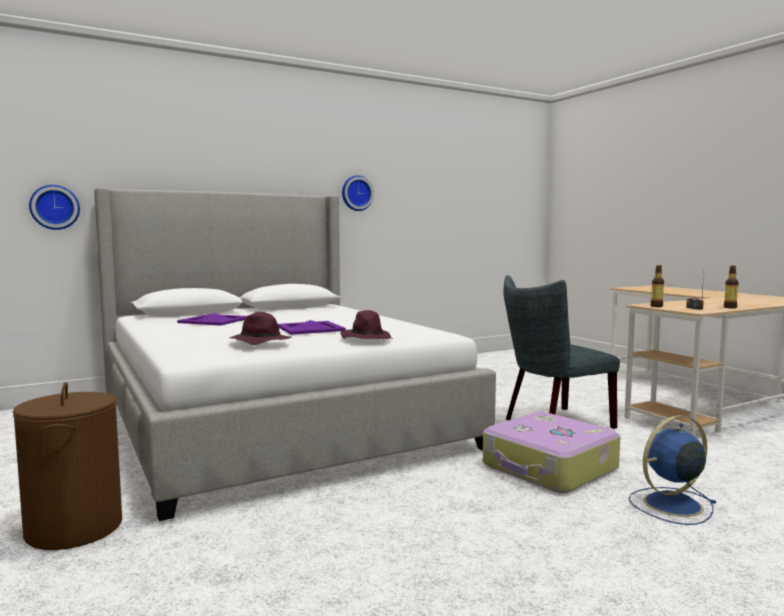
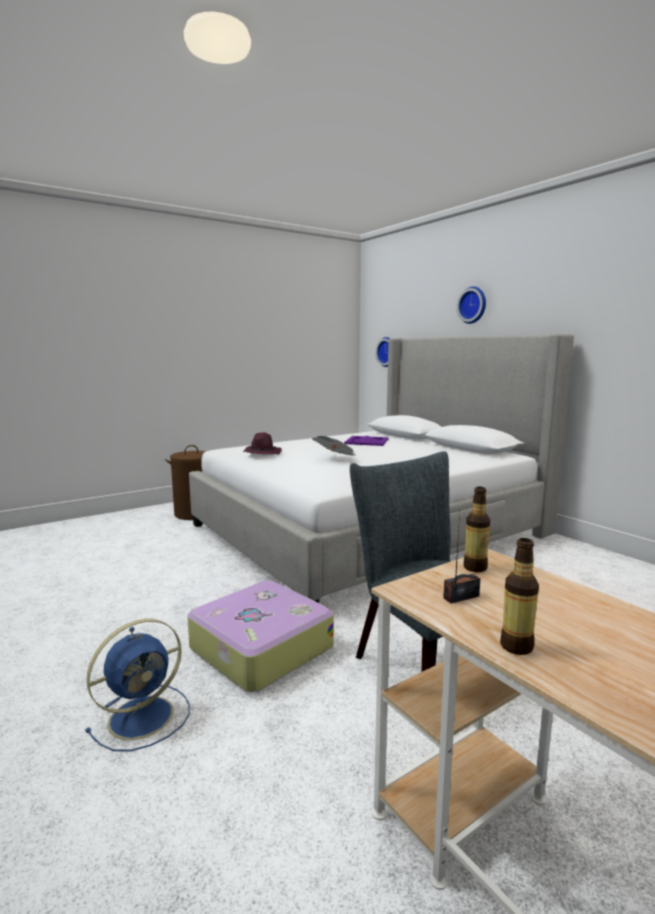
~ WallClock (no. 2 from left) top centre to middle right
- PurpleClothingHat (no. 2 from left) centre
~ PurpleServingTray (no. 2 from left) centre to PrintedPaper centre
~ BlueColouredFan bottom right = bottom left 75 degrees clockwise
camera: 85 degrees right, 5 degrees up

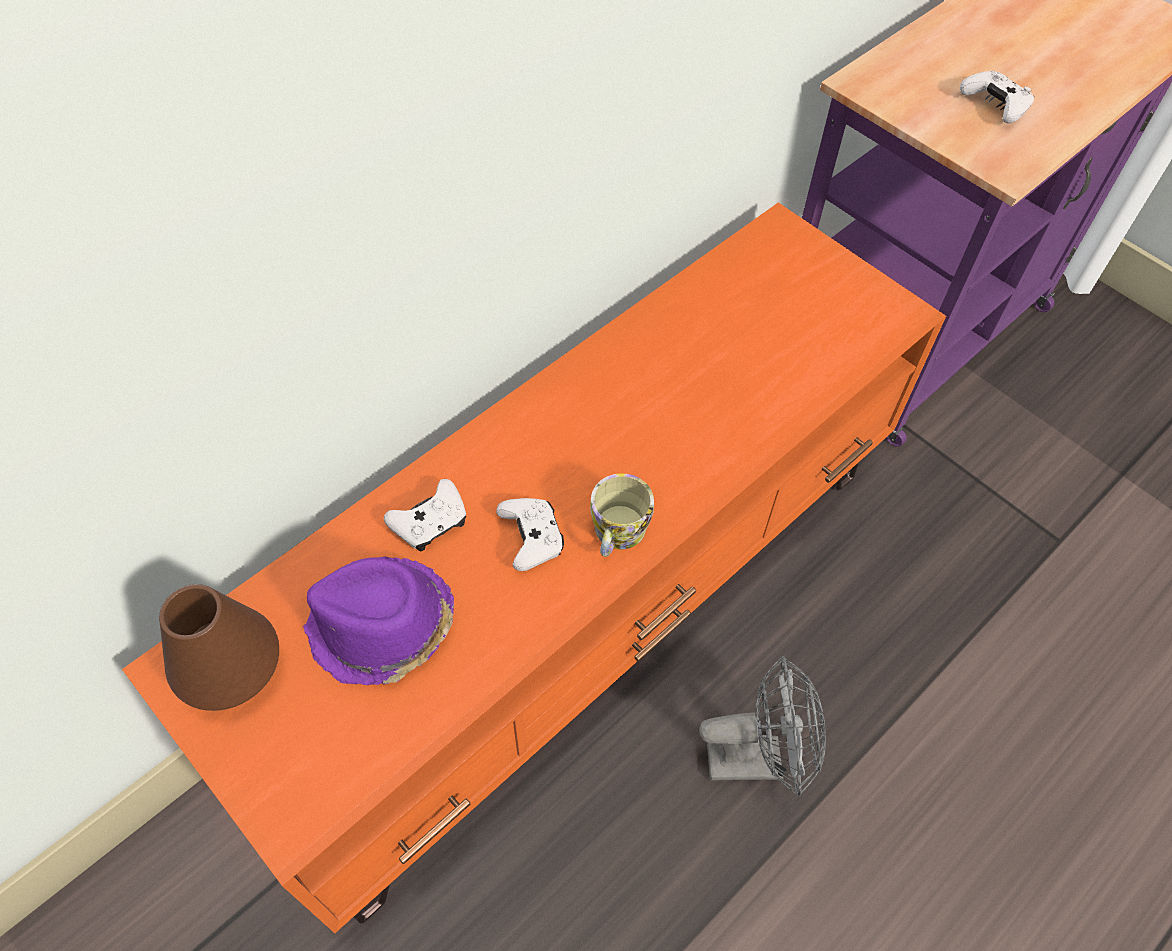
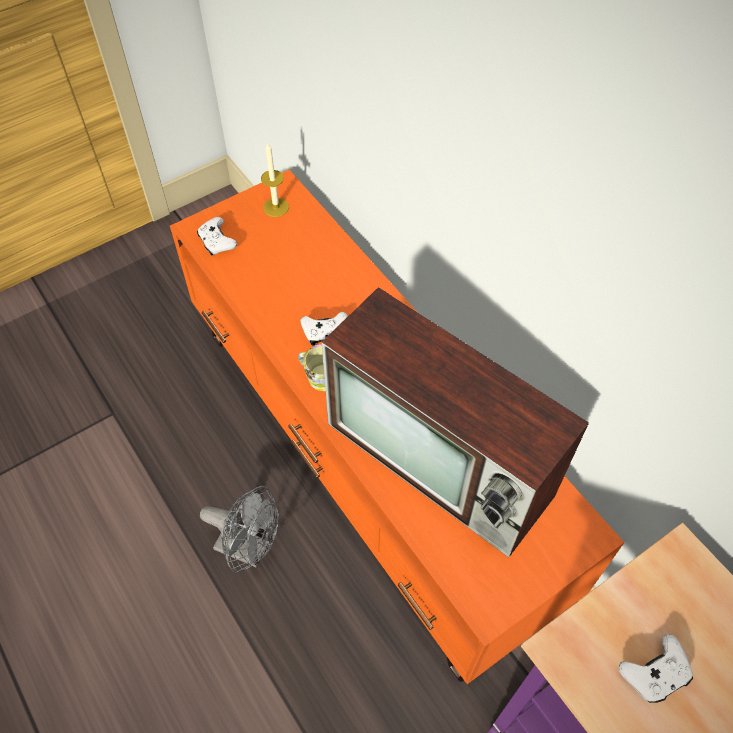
~ WhiteJoypad (no. 1 from left) centre to top left
- PurpleClothingHat middle left
~ BrownishVase bottom left to Candle top centre
~ GrayFan bottom centre = bottom left 75 degrees counterclockwise
+ Television centre
camera: 100 degrees right, 0 degrees up

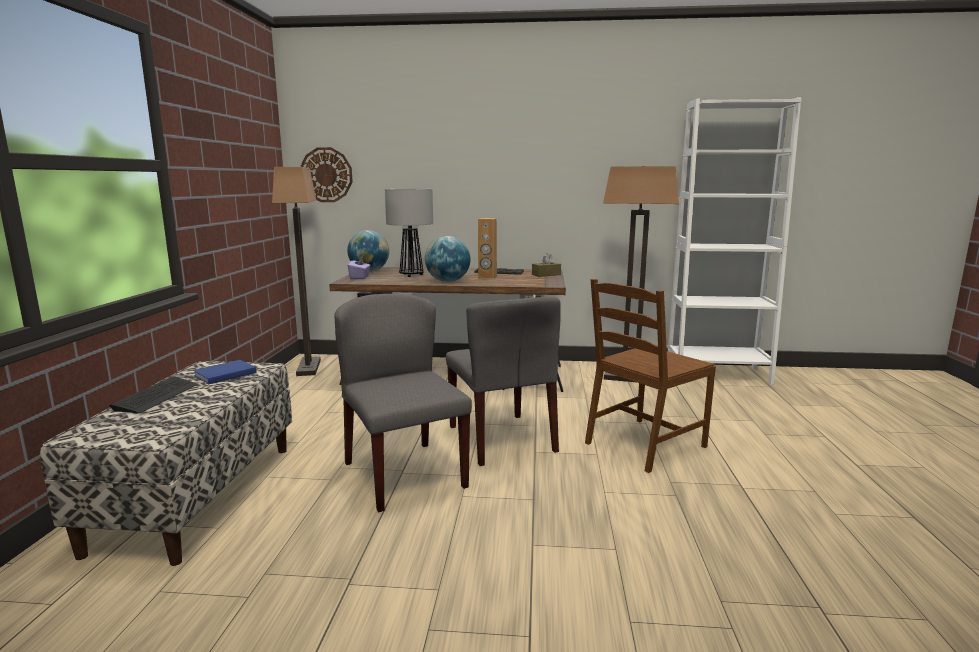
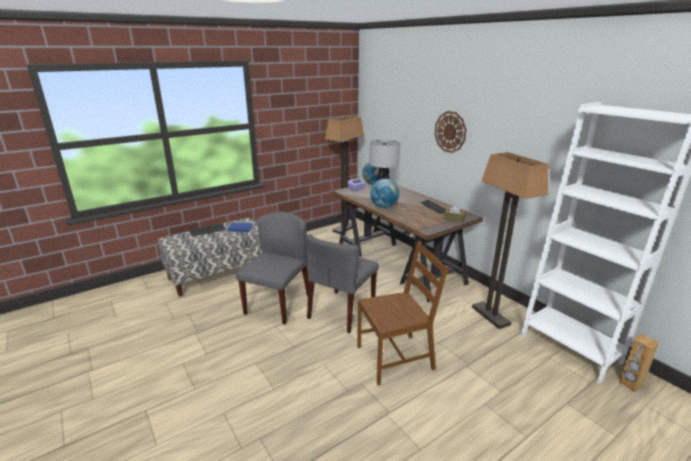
~ WallClock top left to top centre
~ BrownishAudioSpeaker centre to bottom right
~ BrownishUprightChair centre = bottom centre 150 degrees clockwise
camera: 50 degrees right, 10 degrees up

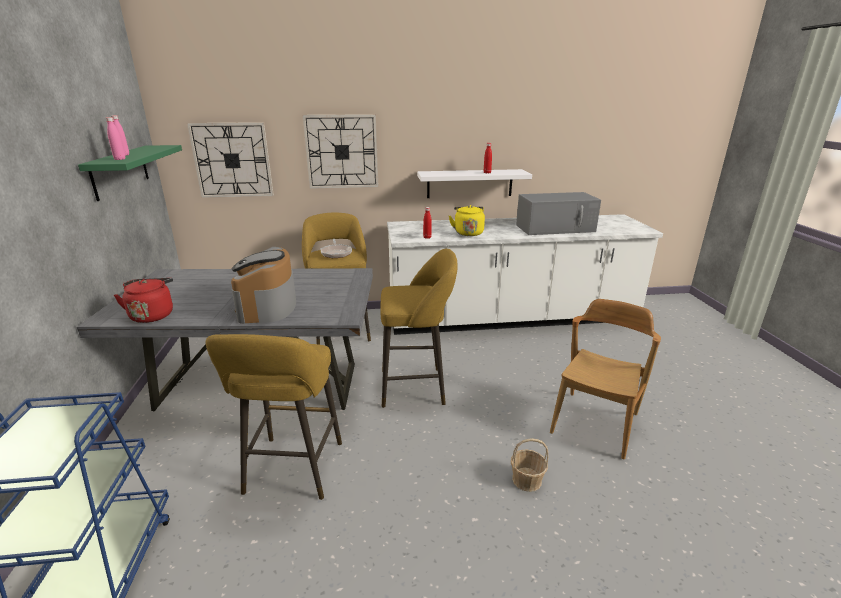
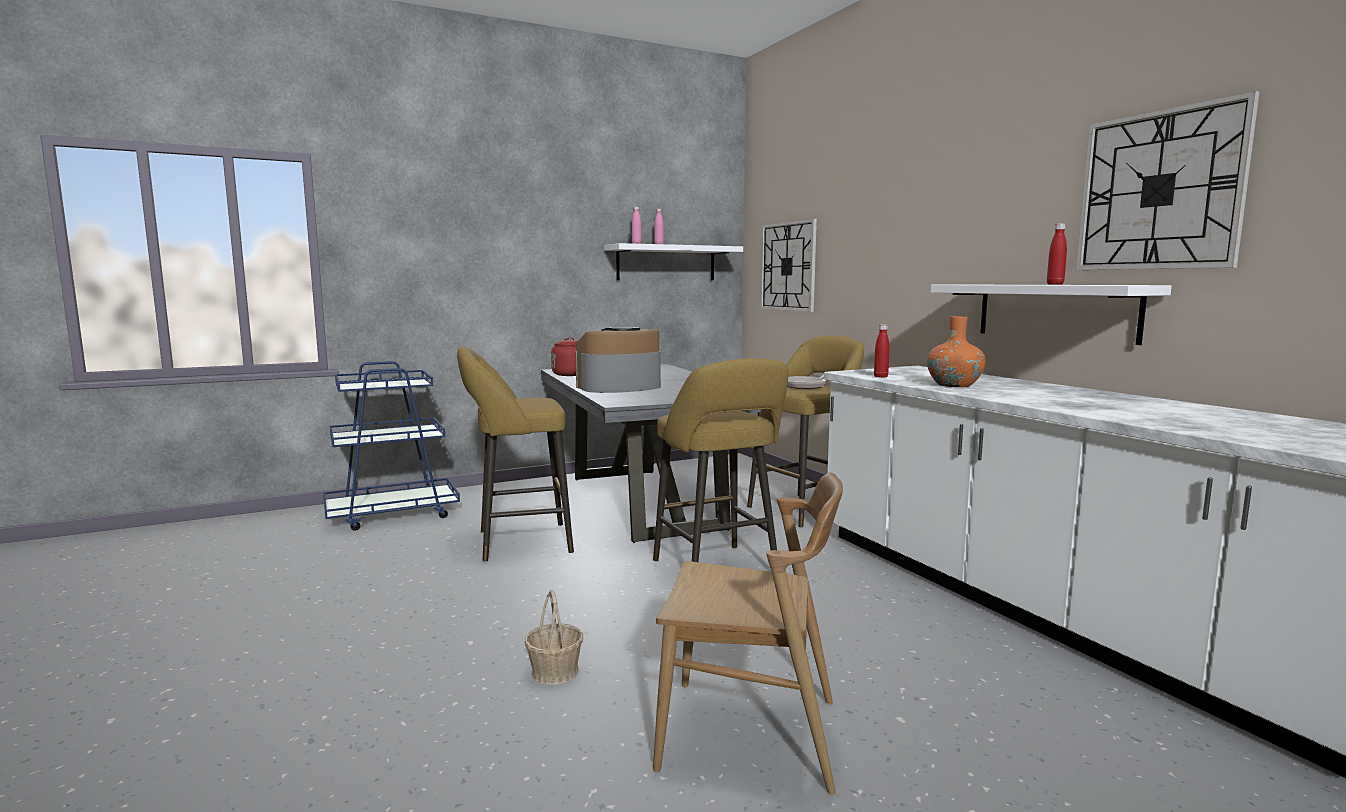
~ WallClock (no. 2 from left) top centre to top right
~ GreenColouredBracketShelf top left to WhiteBracketShelf (no. 1 from left) top centre
- GrayMicrowaveOven centre
~ YellowishKettle centre to OrangeColouredVase middle right
camera: 70 degrees right, 15 degrees down

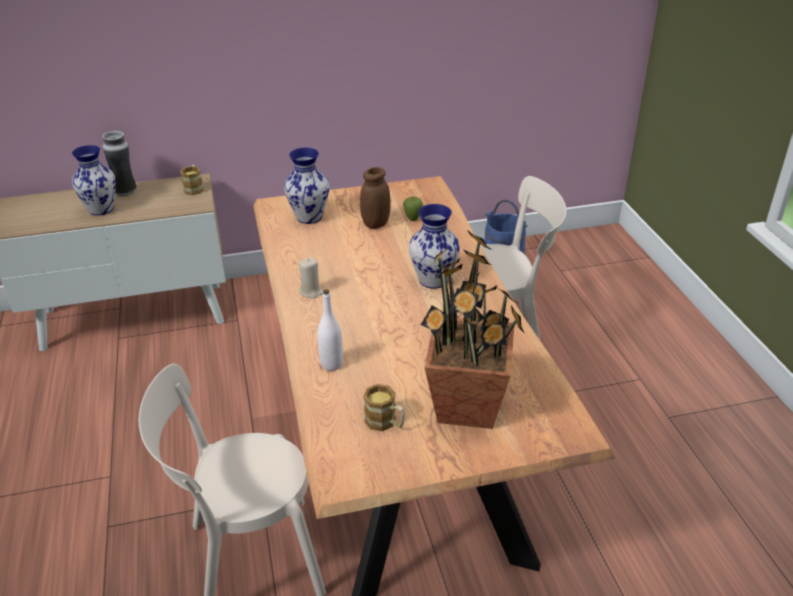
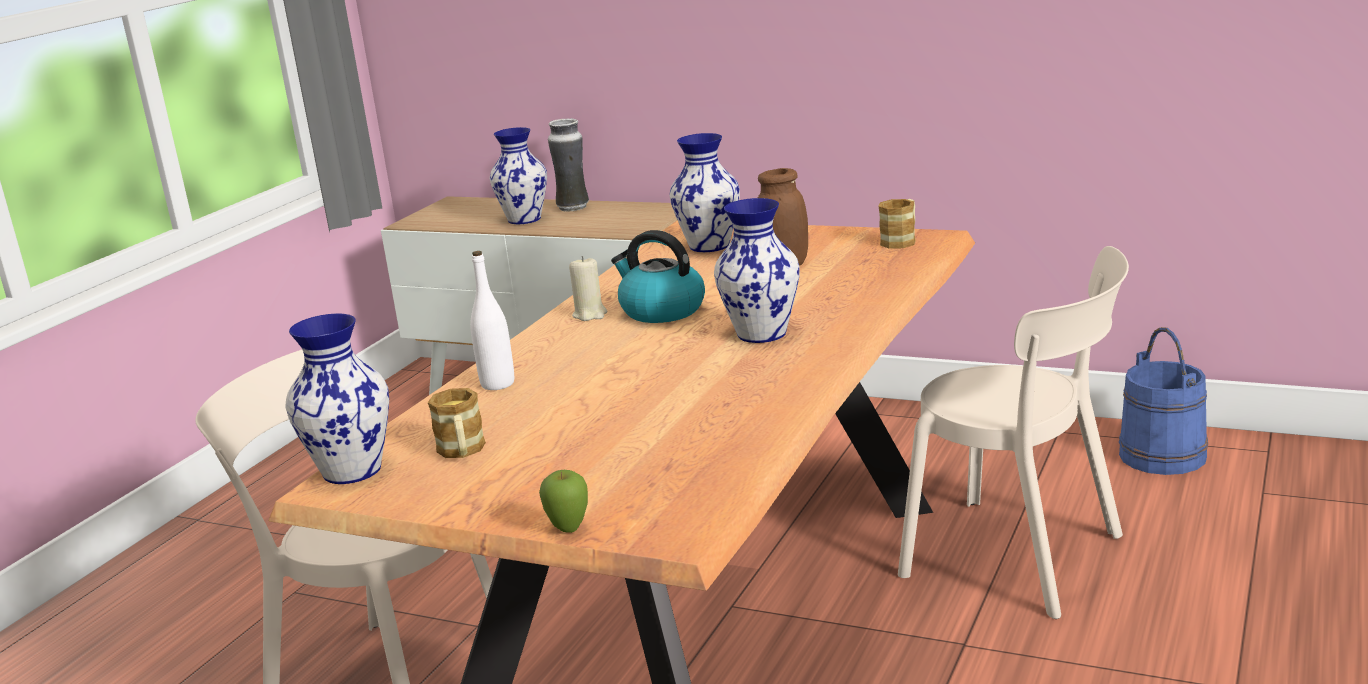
~ CoffeeMug (no. 1 from left in the first image) top left to CoffeeMug (no. 2 from left) top centre
~ AppleFruit centre to bottom centre
- PlantInAPot centre
+ Kettle centre
+ Vase (no. 1 from left) middle left
camera: 40 degrees right, 15 degrees down

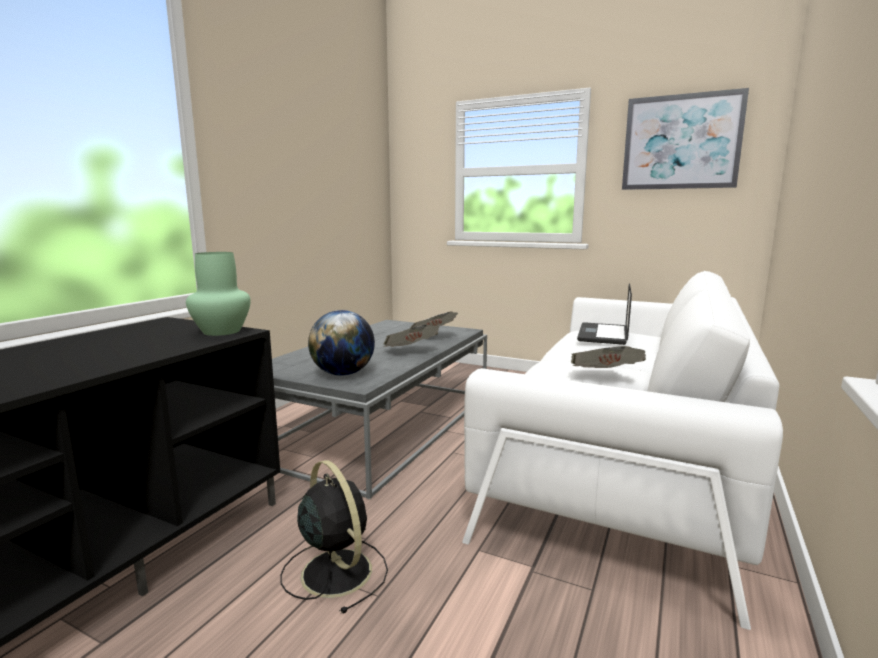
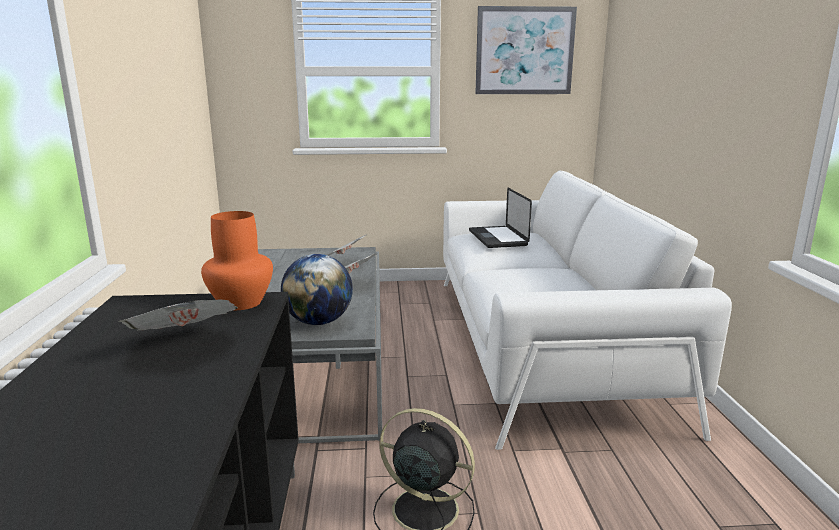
~ GreenColouredVase middle left to OrangeColouredVase middle left
~ PrintedPaper (no. 3 from left in the first image) middle right to PrintedPaper (no. 1 from left) middle left
camera: 30 degrees left, 5 degrees up

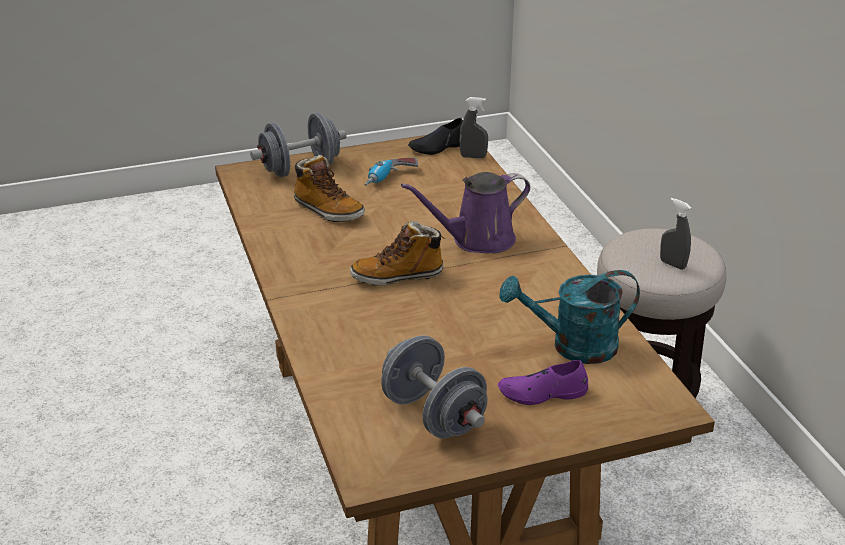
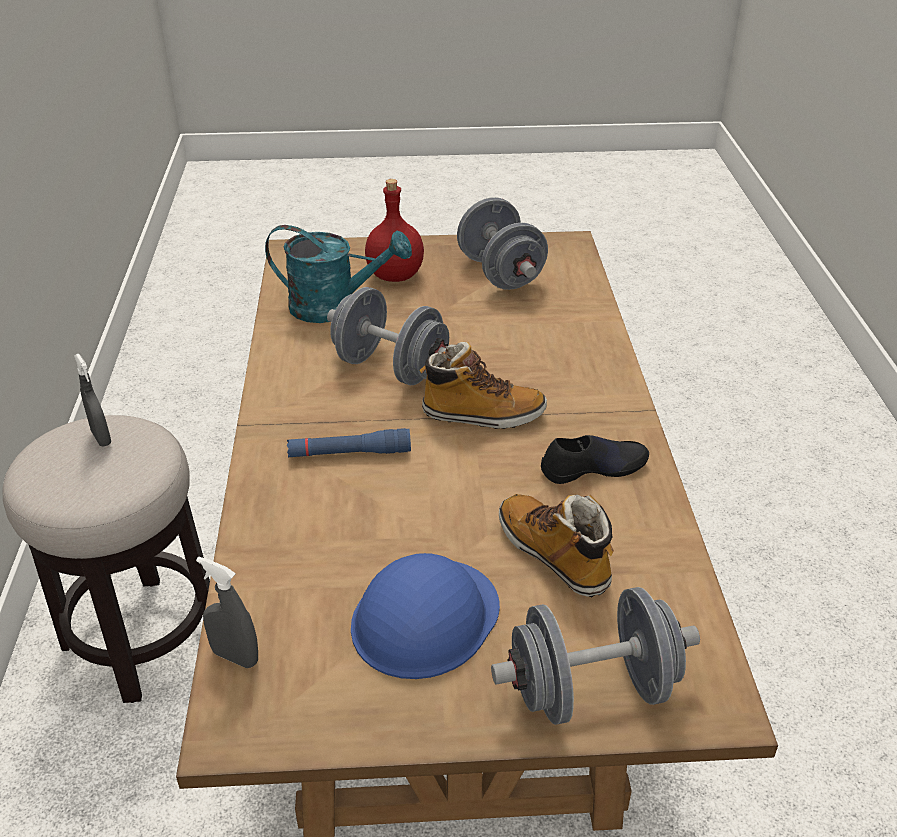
~ BlackishLowShoe top centre to centre
~ Drill top centre to BlueColouredSafetyHelmet bottom centre
~ PurpleSprinklingCan centre to BlueColouredTorch centre
~ PurpleLowShoe bottom centre to RedColouredBeverageBottle top centre
+ GrayDumbbell (no. 1 from left) centre
camera: 165 degrees left, 5 degrees up

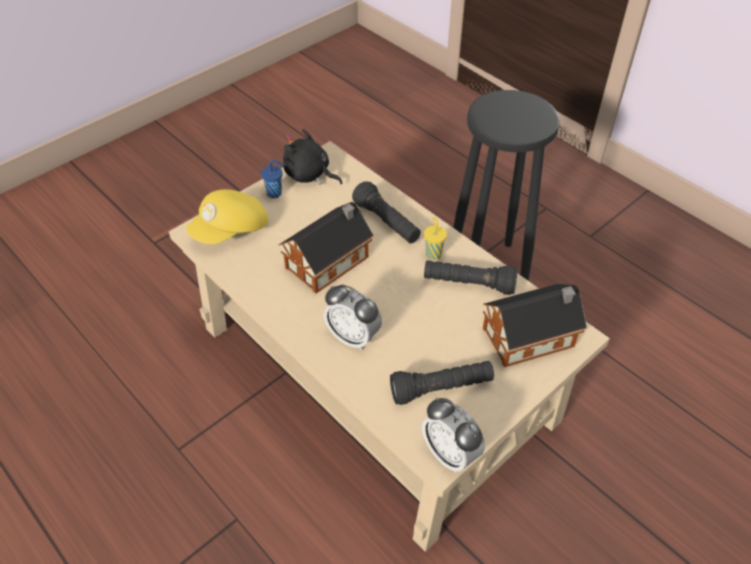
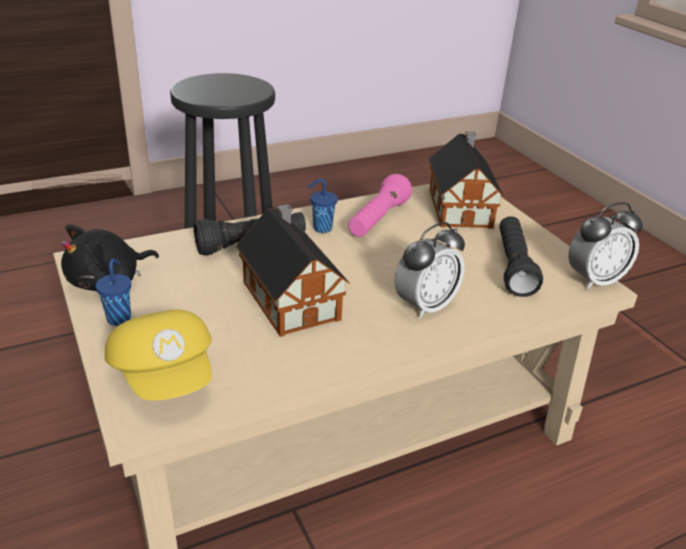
~ YellowishSmallCup centre to BlueColouredSmallCup (no. 2 from left) centre
~ BlackishTorch (no. 3 from left) centre to PinkColouredTorch centre
camera: 75 degrees left, 15 degrees down

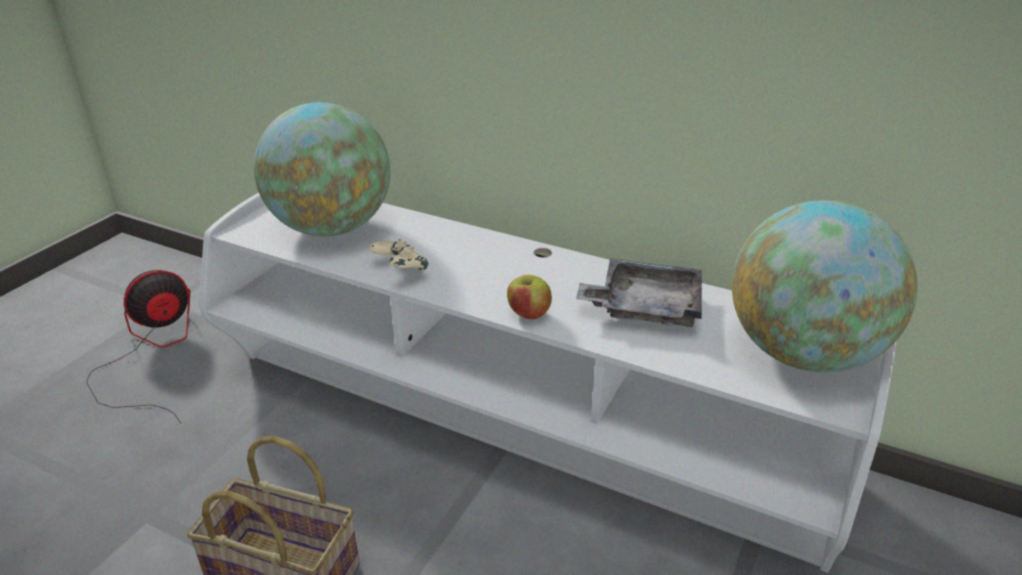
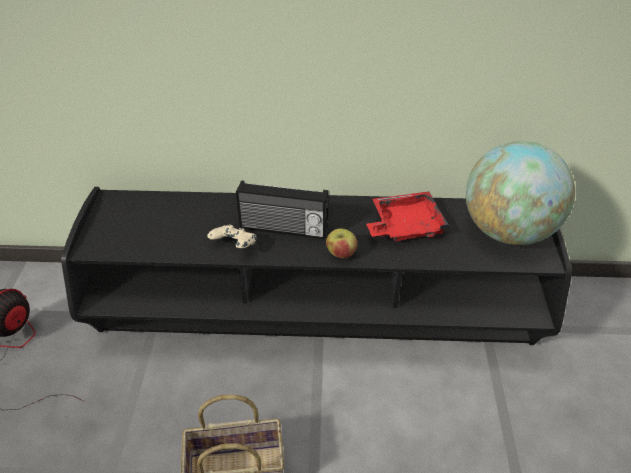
- WorldGlobe (no. 1 from left) top left
~ WhiteTvUnit centre to BlackishTvUnit centre
~ GrayServingTray centre to RedColouredServingTray centre
+ Radio centre
camera: 25 degrees left, 10 degrees up

